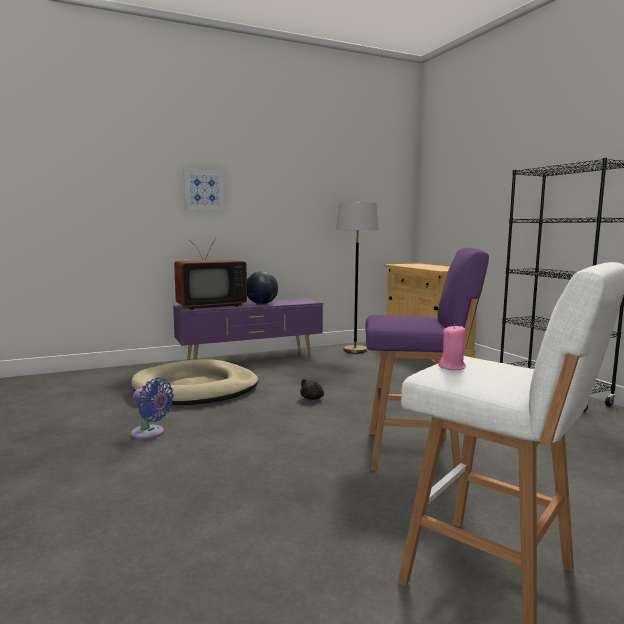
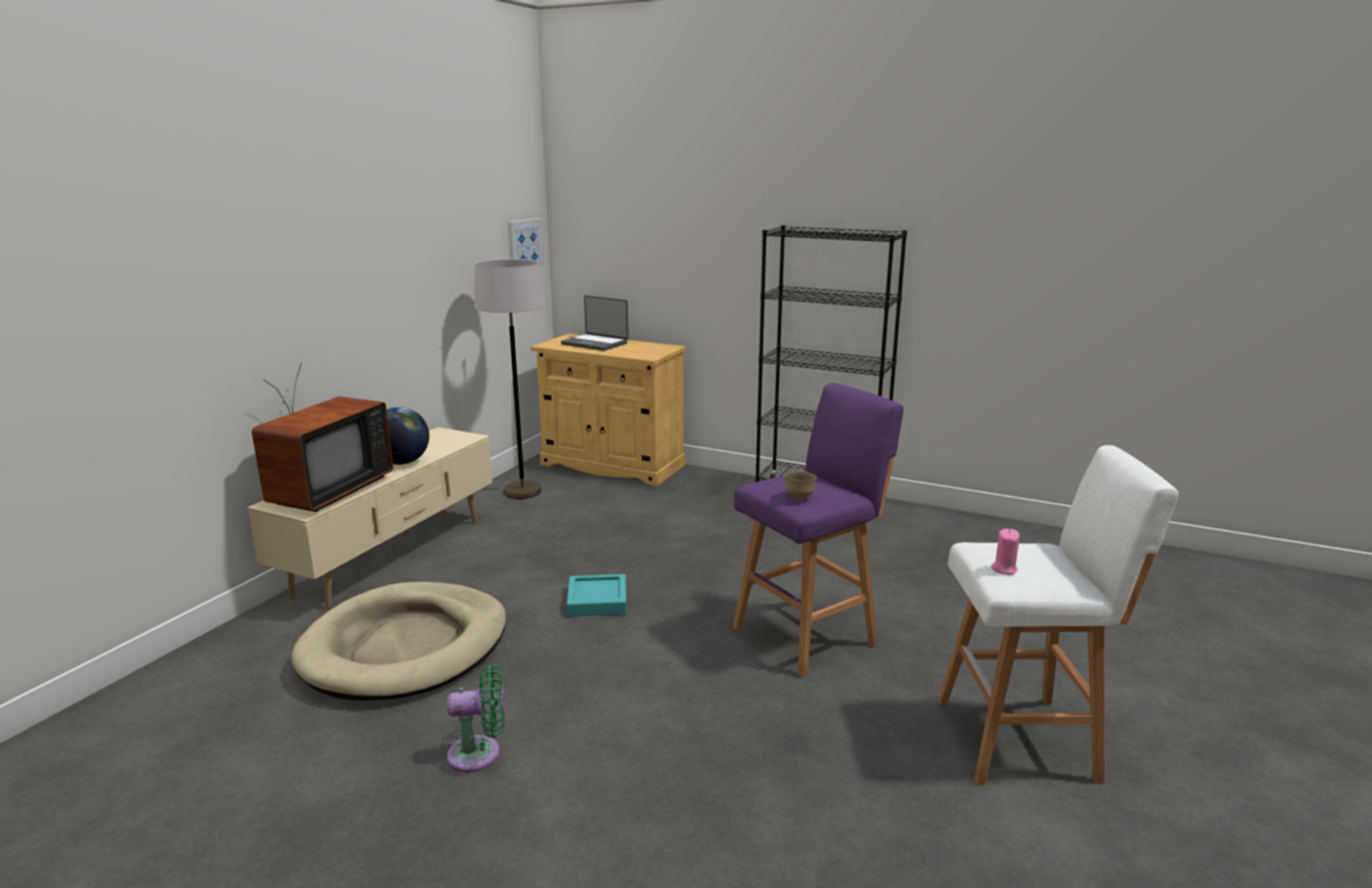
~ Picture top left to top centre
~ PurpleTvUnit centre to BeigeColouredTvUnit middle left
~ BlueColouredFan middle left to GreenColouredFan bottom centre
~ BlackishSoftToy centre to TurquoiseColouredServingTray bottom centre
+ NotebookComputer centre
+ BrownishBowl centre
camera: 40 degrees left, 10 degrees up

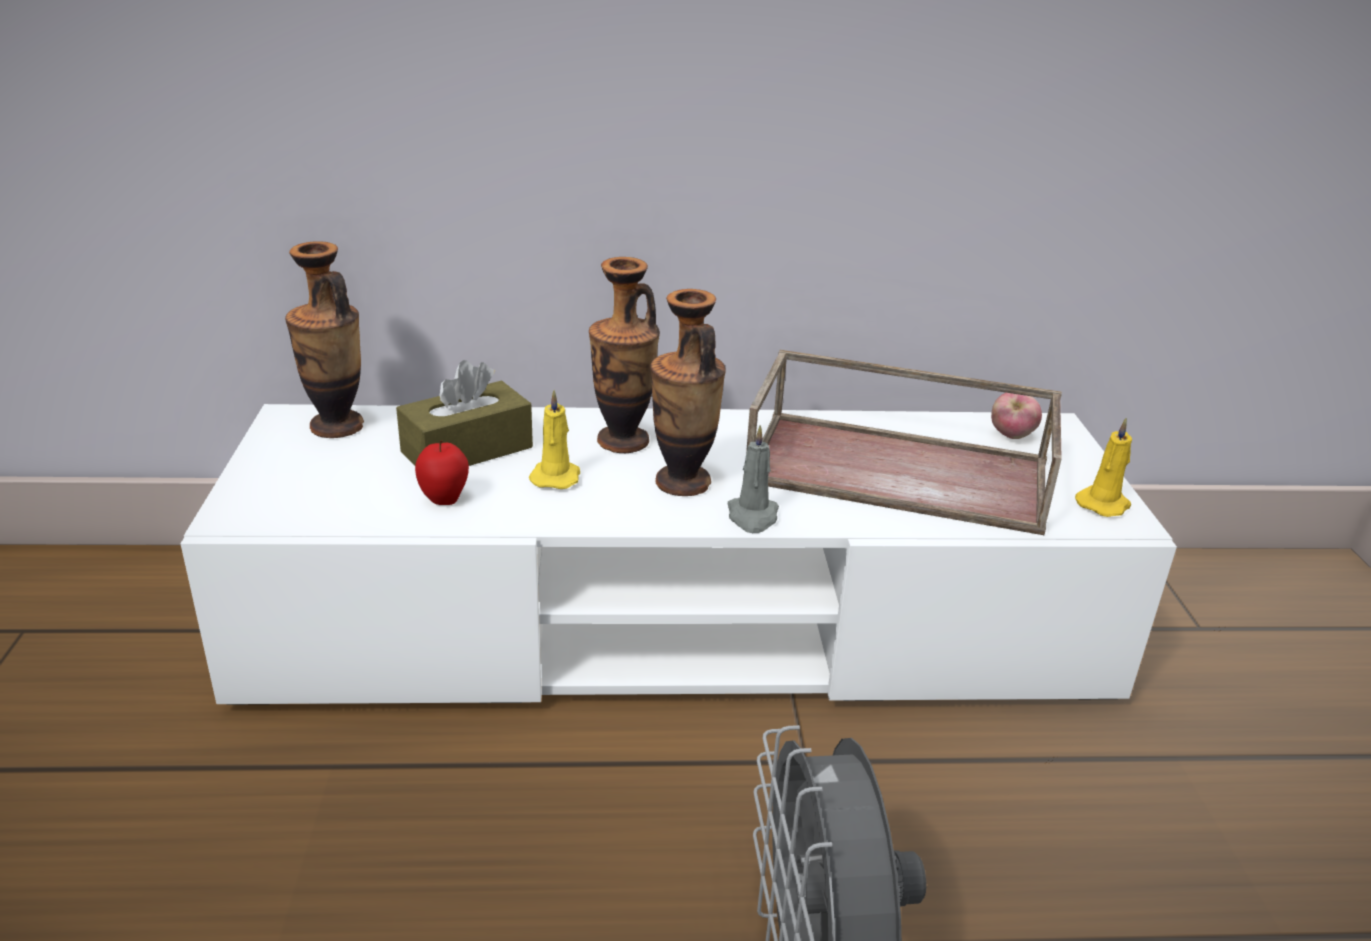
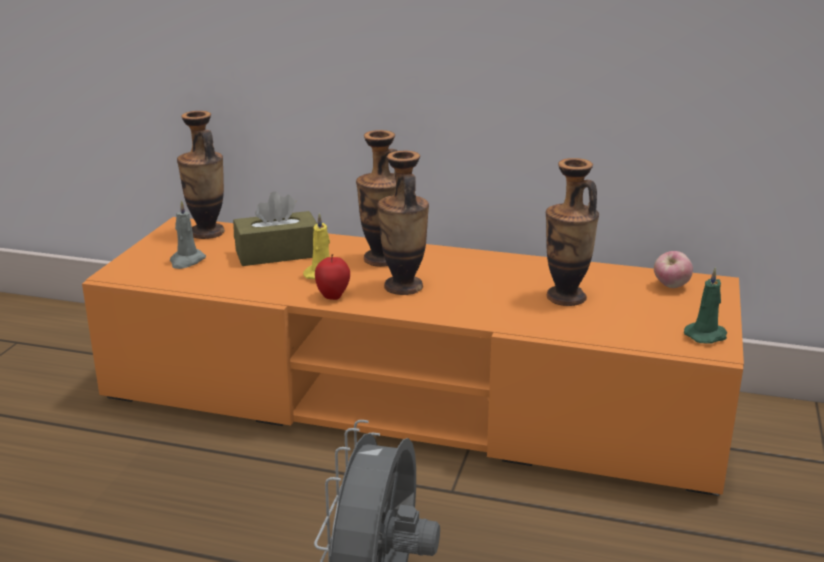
~ BrownishServingTray centre to Vase (no. 4 from left) middle right
~ WhiteTvUnit centre to OrangeColouredTvUnit centre
~ YellowishCandle (no. 2 from left) middle right to GreenColouredCandle middle right
~ GrayCandle centre to middle left
~ AppleFruit (no. 1 from left) middle left to centre
camera: 20 degrees right, 5 degrees down

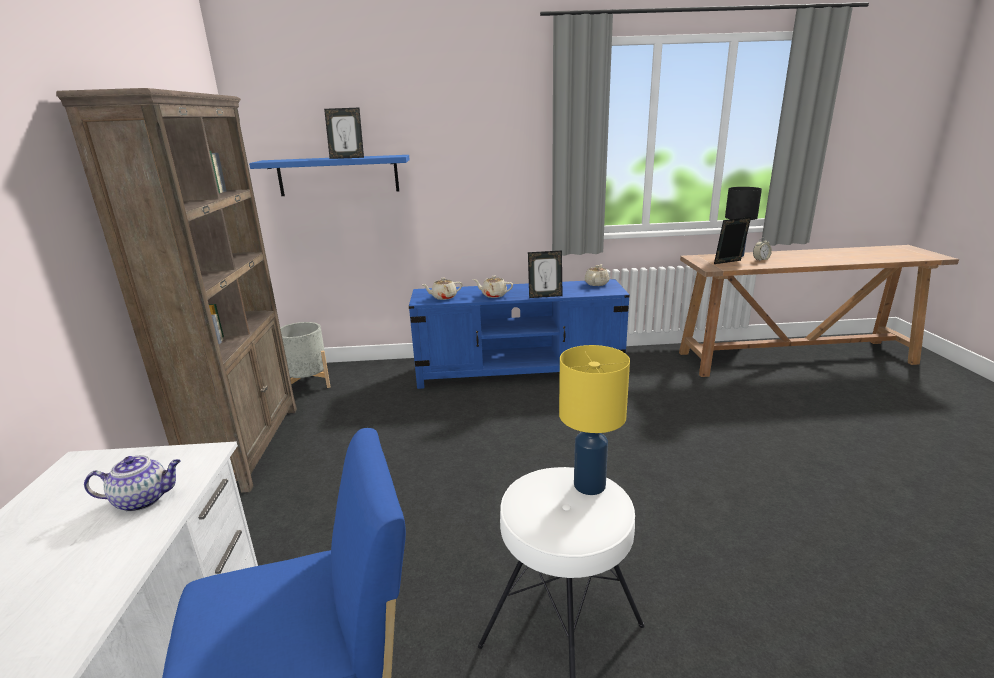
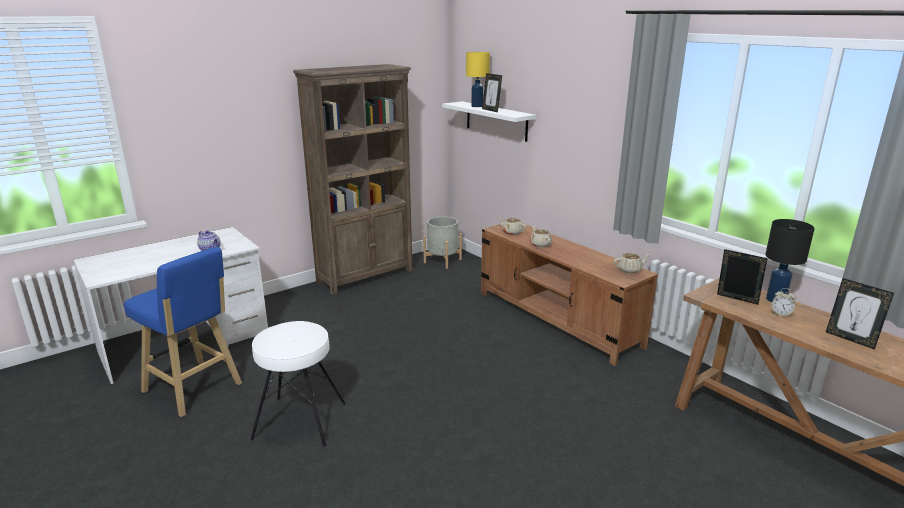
~ BlueColouredBracketShelf top left to WhiteBracketShelf top centre
~ PictureFrame (no. 2 from left in the first image) centre to PictureFrame (no. 3 from left) middle right
~ BlueColouredTvUnit centre to BrownishTvUnit centre
~ YellowishLampForATable centre to top centre
camera: 55 degrees right, 0 degrees up

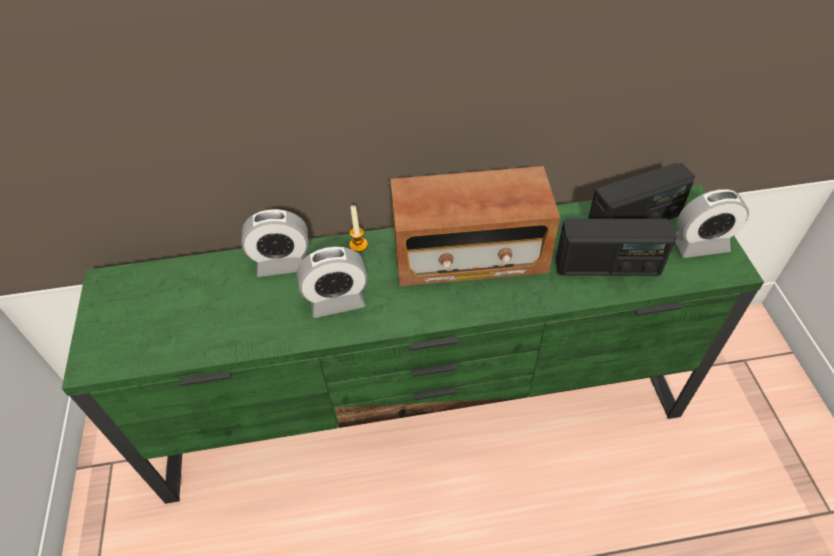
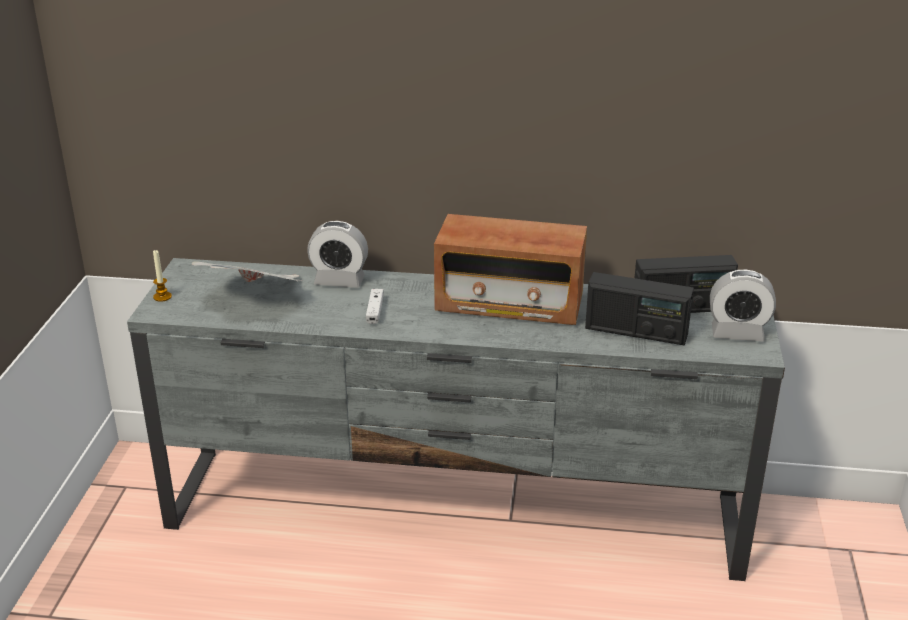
~ GreenColouredTvUnit centre to GrayTvUnit bottom centre
~ Candle centre to middle left
~ BedsideClock (no. 2 from left) centre to WhiteJoypad centre
+ PrintedPaper middle left
camera: 15 degrees right, 20 degrees down

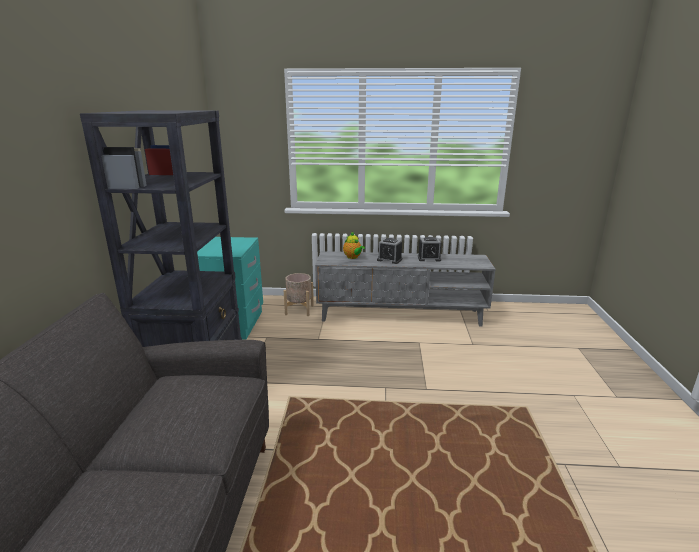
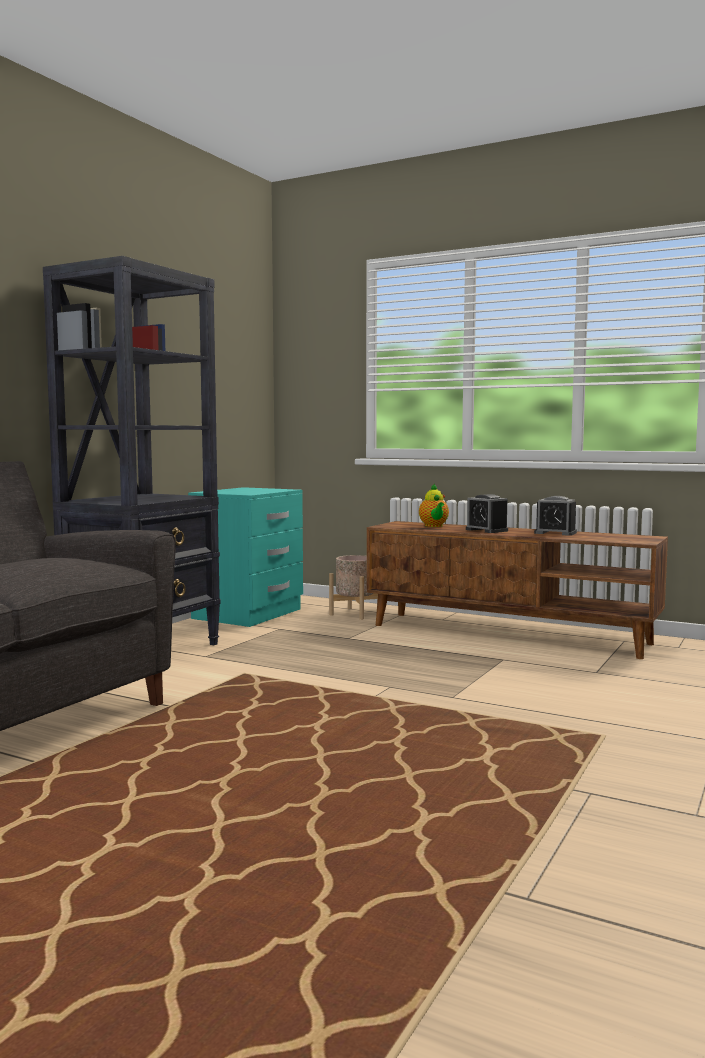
~ GrayTvUnit centre to BrownishTvUnit middle right
camera: 25 degrees right, 15 degrees down

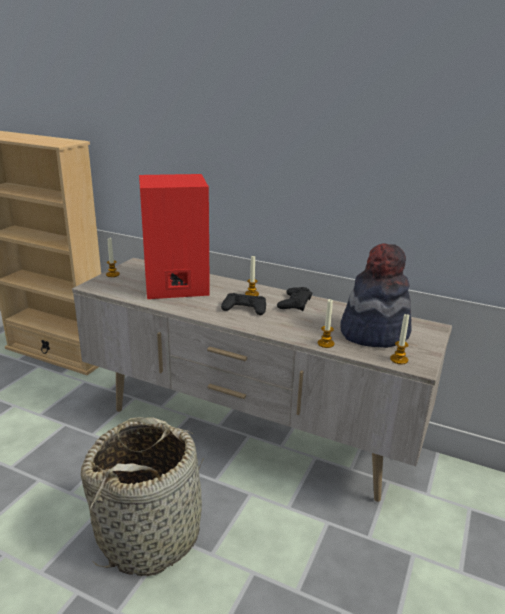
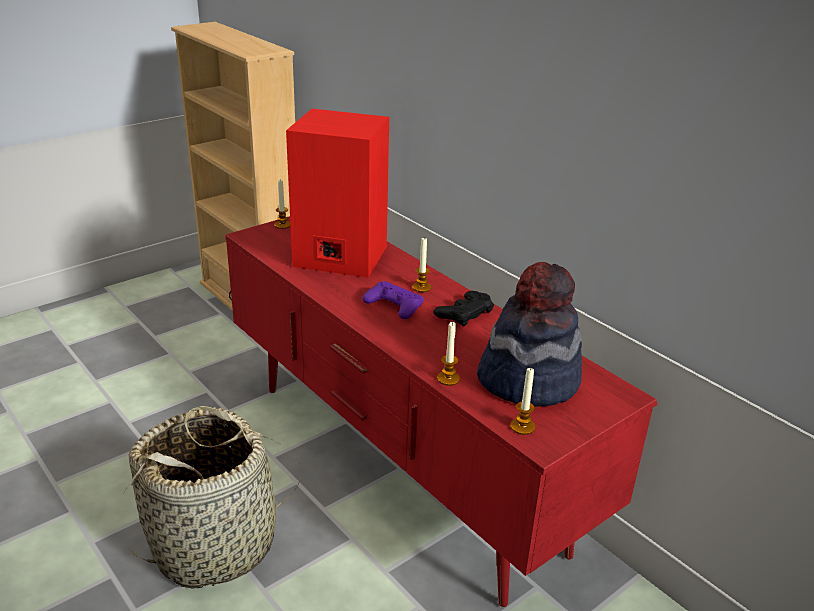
~ BeigeColouredTvUnit centre to RedColouredTvUnit bottom centre
~ BlackishJoypad (no. 1 from left) centre to PurpleJoypad centre
camera: 25 degrees right, 5 degrees up

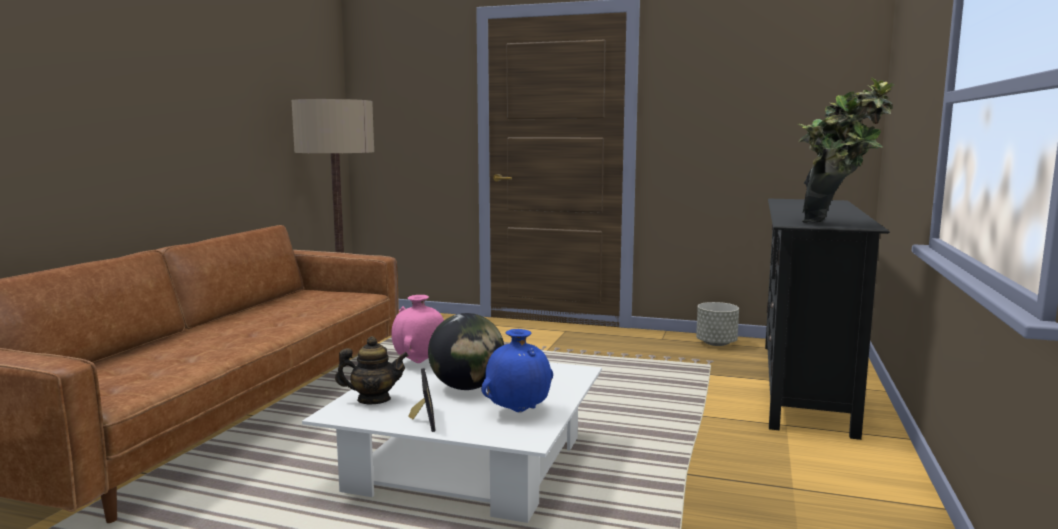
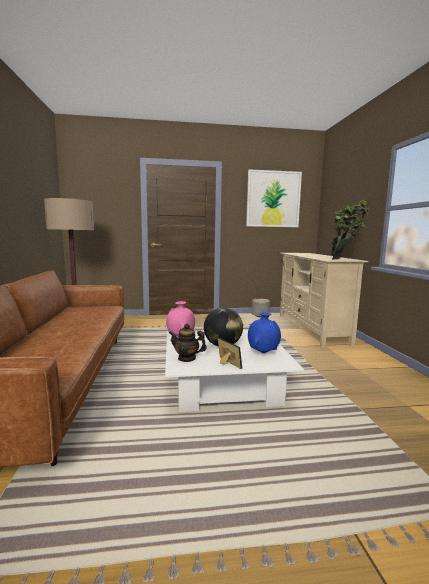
~ BlackishTvUnit middle right to BeigeColouredTvUnit middle right
~ PotForTea bottom centre = centre 135 degrees counterclockwise
+ Picture centre
camera: 25 degrees left, 0 degrees up

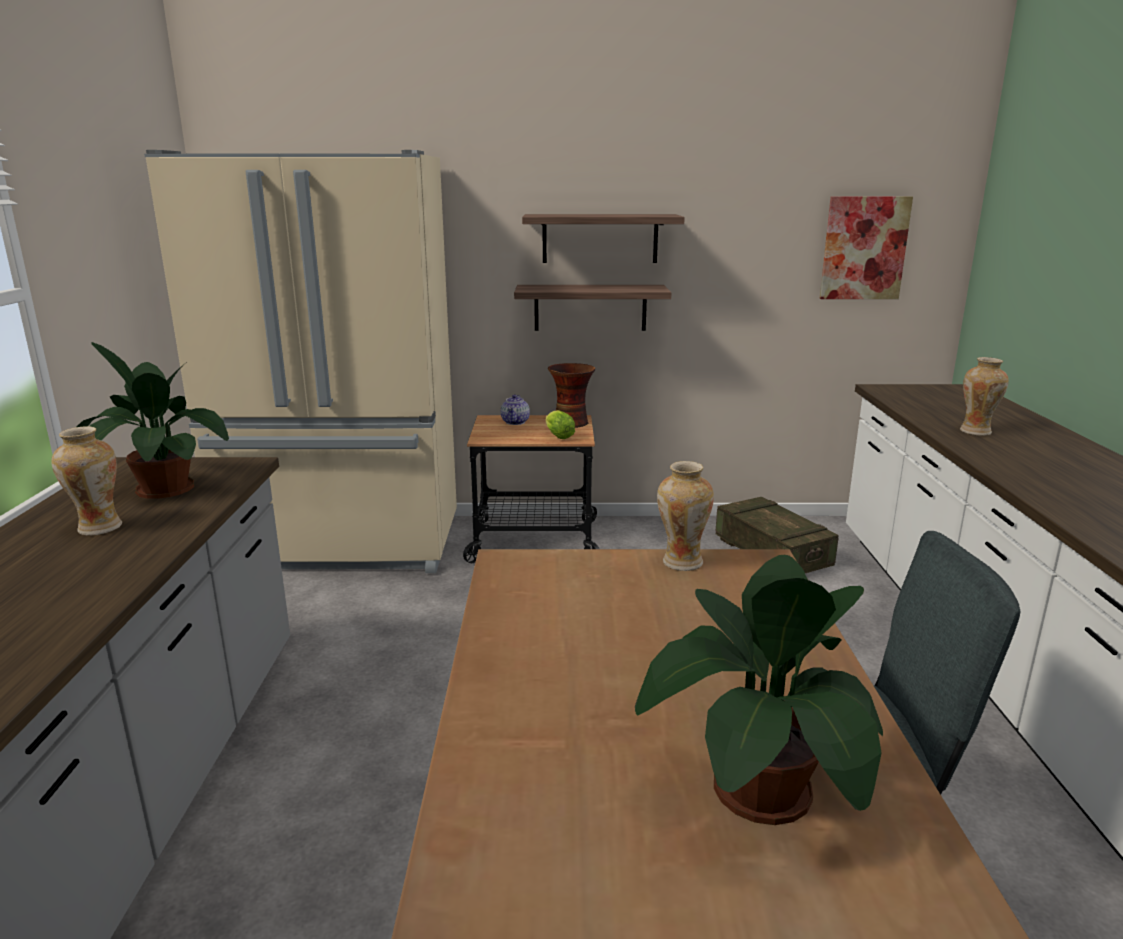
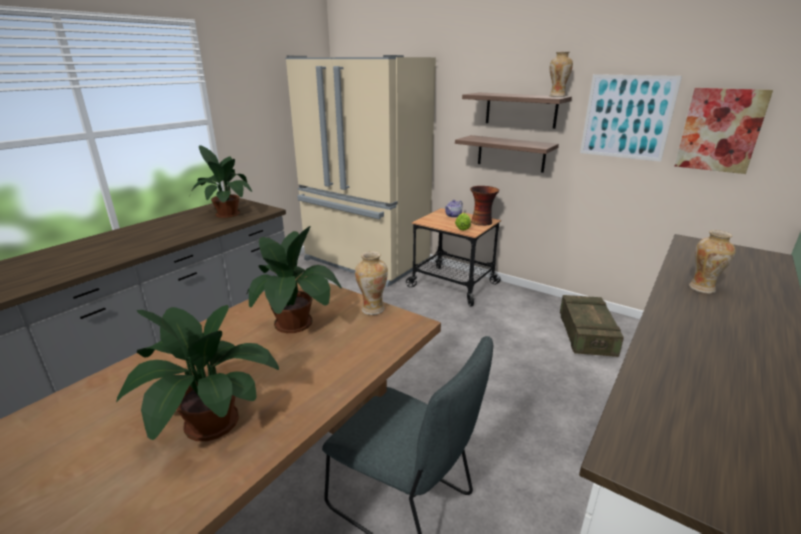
~ Vase (no. 1 from left in the first image) middle left to Vase (no. 3 from left) top right
+ Picture (no. 1 from left) top right
+ PlantInAPot (no. 3 from left) centre
camera: 35 degrees right, 5 degrees up

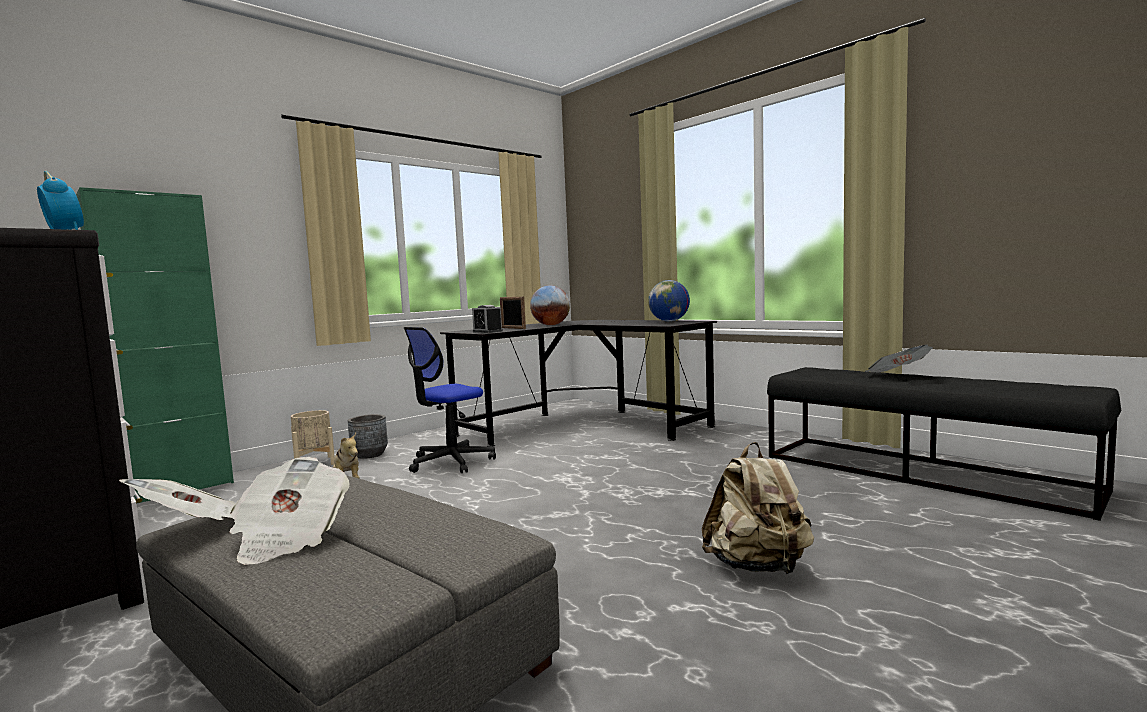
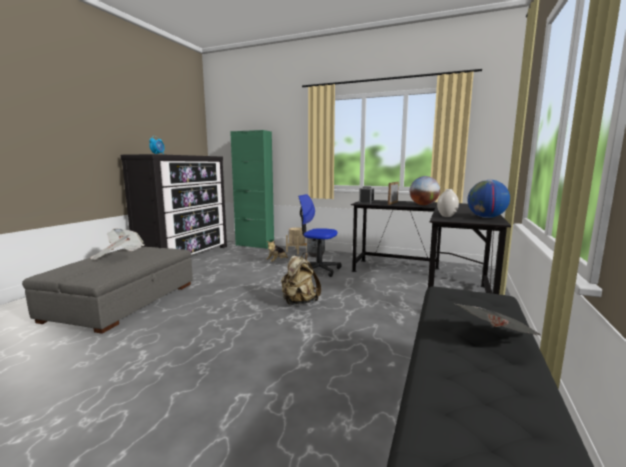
~ BeigeColouredKnapsack bottom centre to centre
+ WhiteVase middle right
camera: 65 degrees right, 5 degrees up

